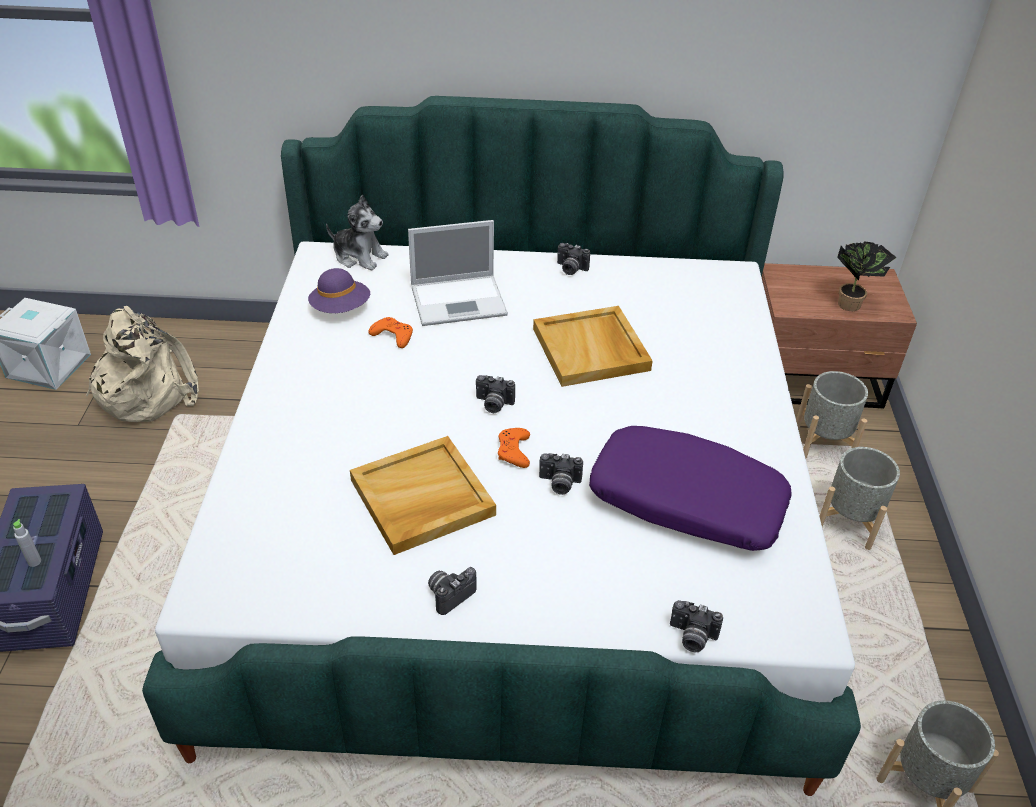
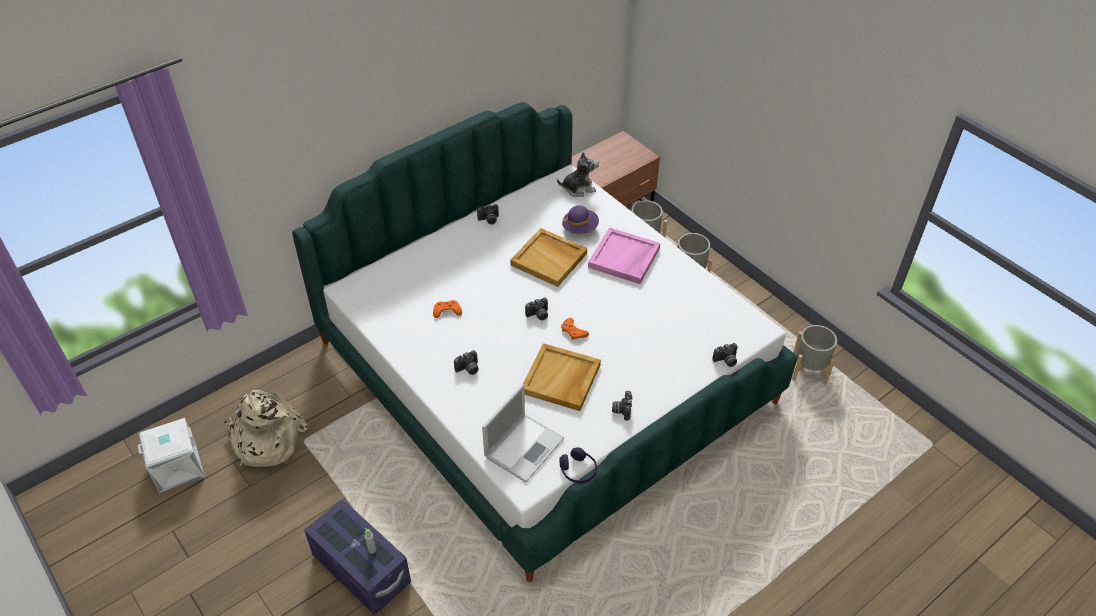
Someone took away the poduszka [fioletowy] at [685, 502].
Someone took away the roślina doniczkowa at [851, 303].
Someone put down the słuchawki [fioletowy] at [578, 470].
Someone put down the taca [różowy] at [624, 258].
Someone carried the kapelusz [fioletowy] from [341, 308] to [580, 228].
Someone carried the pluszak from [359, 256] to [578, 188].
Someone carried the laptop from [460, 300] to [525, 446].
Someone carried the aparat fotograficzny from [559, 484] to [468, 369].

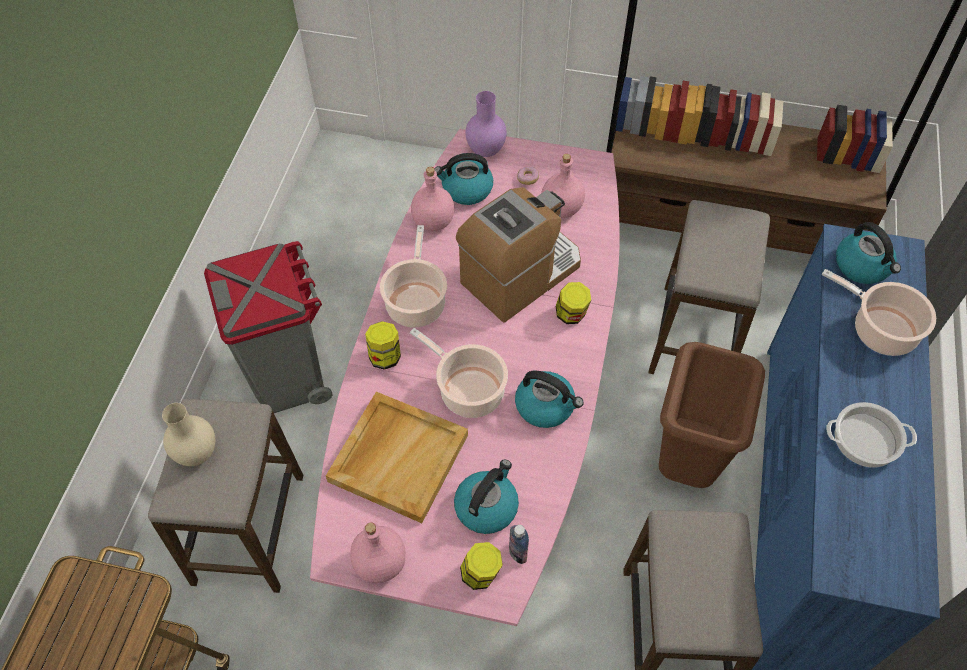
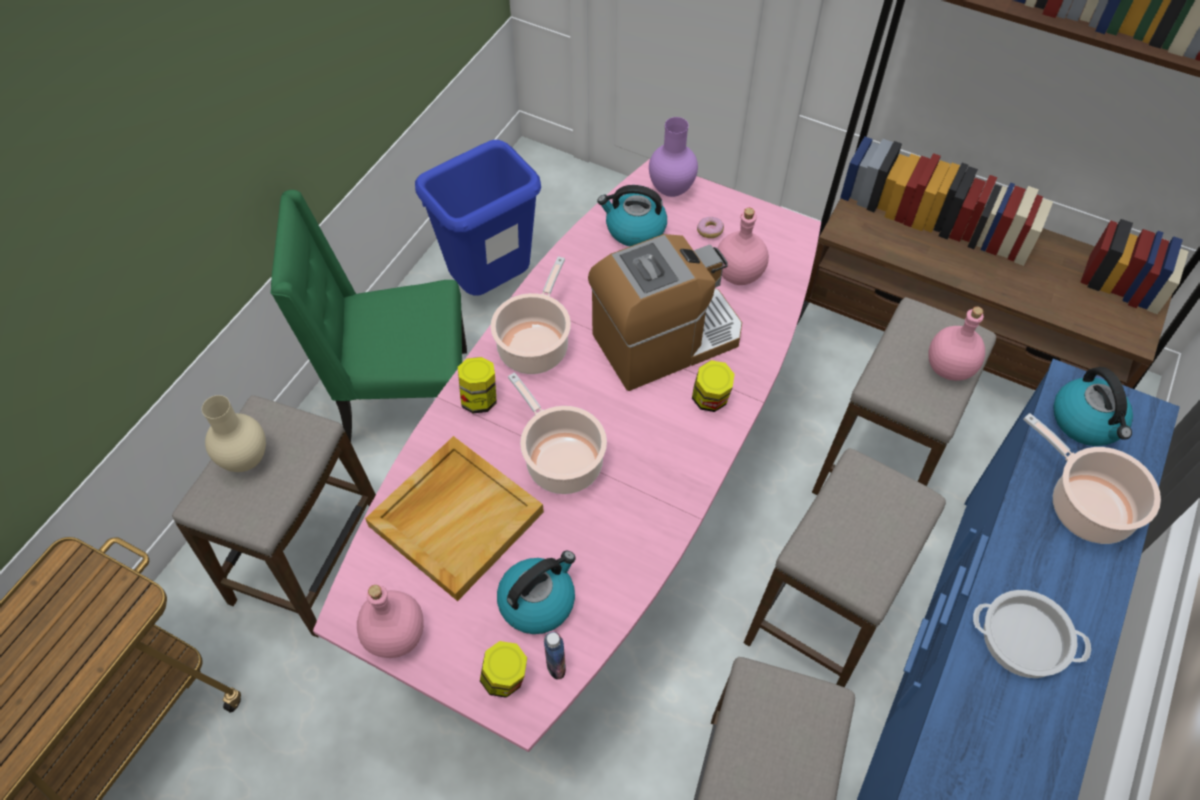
Someone took away the czajnik at [546, 406].
Someone put down the kosz na śmieci [niebieski] at [492, 285].
Someone carried the butelka [różowy] from [434, 222] to [950, 368].
Someone swapped the kosz na śmieci [szary] at [288, 375] for the krzesło [zielony] at [403, 399].
Someone swapped the kosz na śmieci [brązowy] at [685, 465] for the stołek at [824, 612].

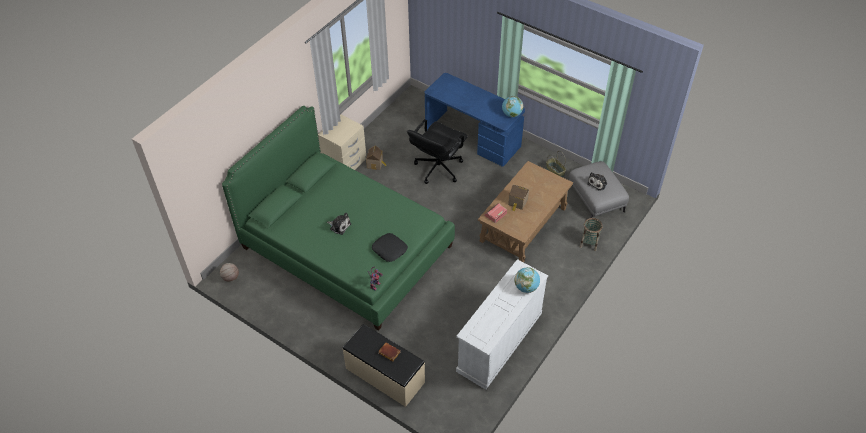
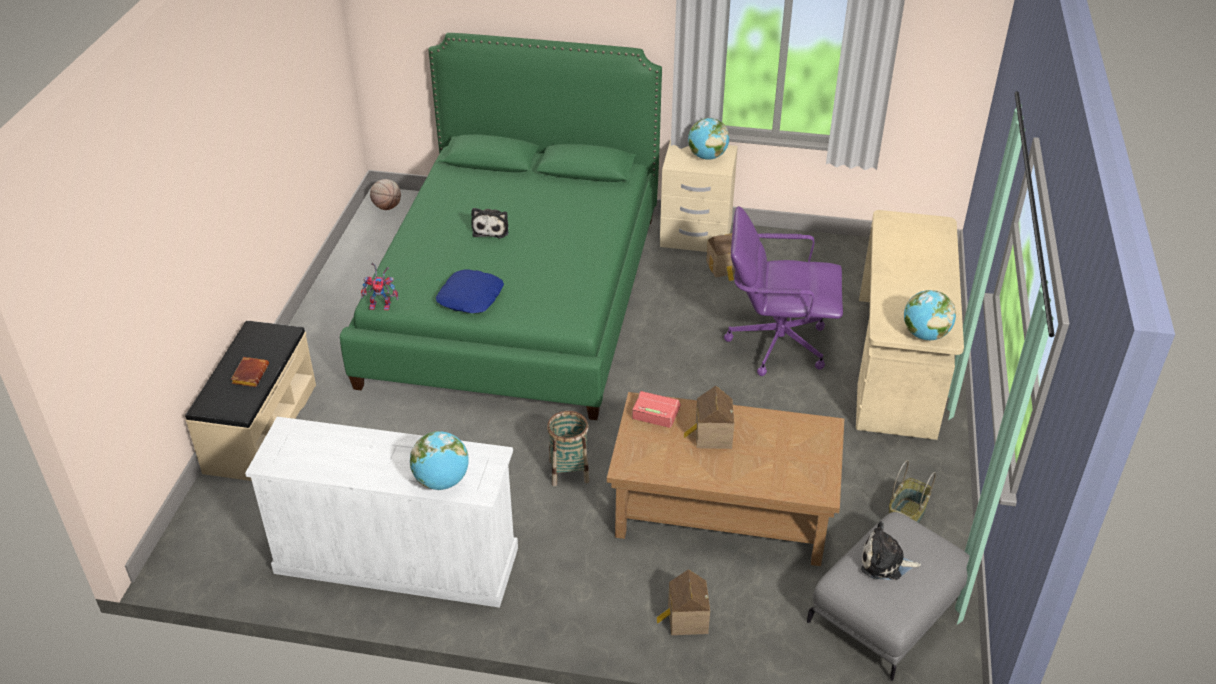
Someone put down the domek at [685, 620].
Someone put down the globus at [707, 156].
Someone carried the koszyk from [589, 243] to [568, 471].
Someone repainted the poduszka [czarny] at [390, 249], which became the poduszka [niebieski] at [471, 298].
Someone repainted the krzesło biurowe [czarny] at [437, 168], which became the krzesło biurowe [fioletowy] at [776, 343].
Someone repainted the biurko [niebieski] at [472, 137], which became the biurko [beżowy] at [898, 364].

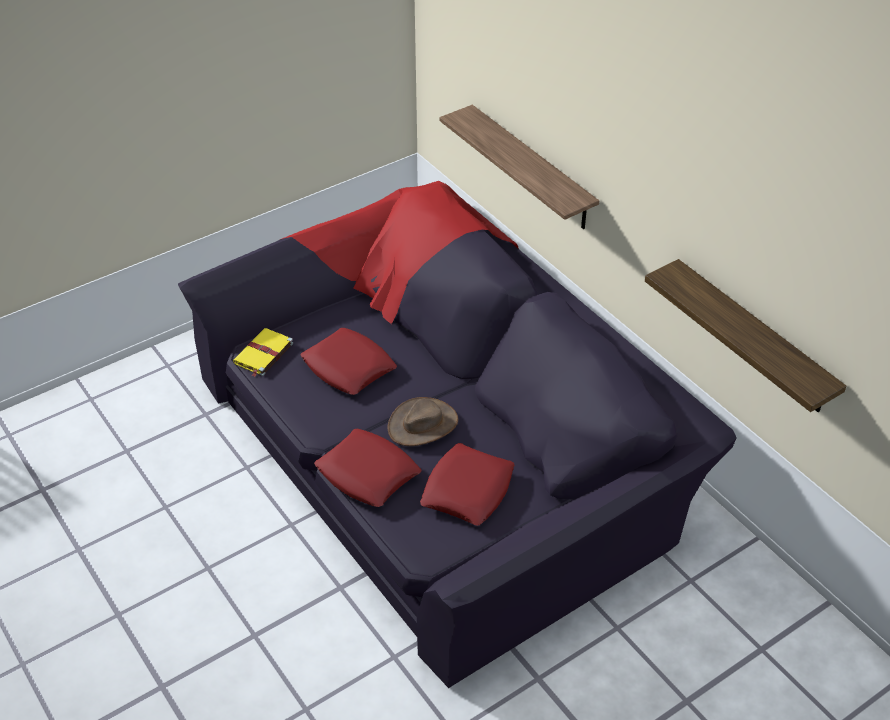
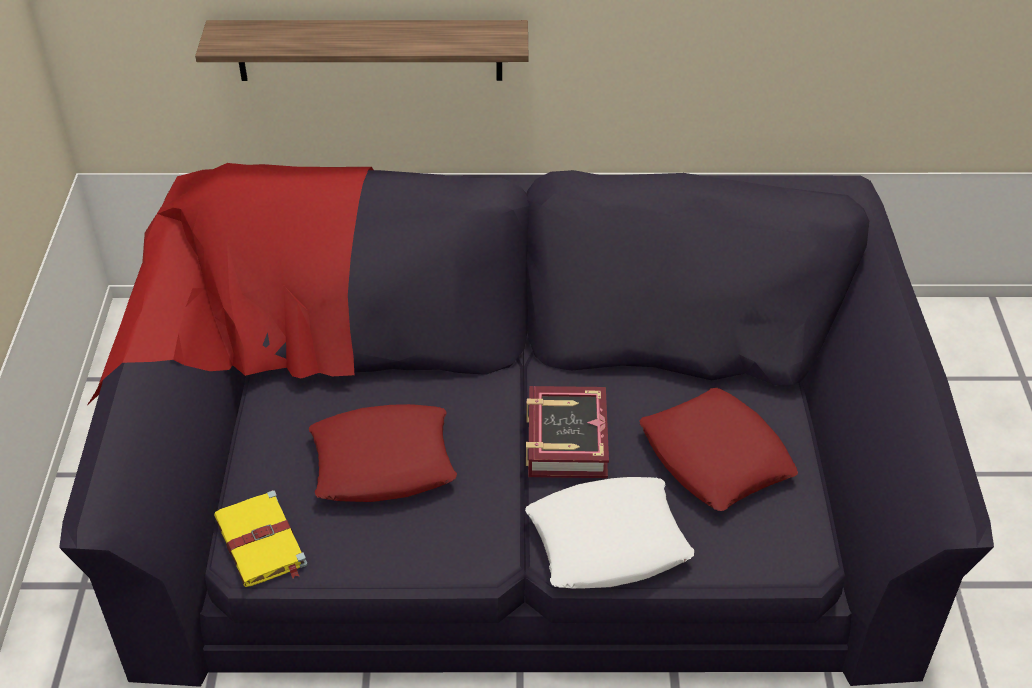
Someone took away the półka at [753, 337].
Someone swapped the kapelusz [brązowy] at [423, 424] for the książka at [565, 440].
Someone repainted the poduszka [czerwony] at [368, 474], which became the poduszka [biały] at [608, 541].

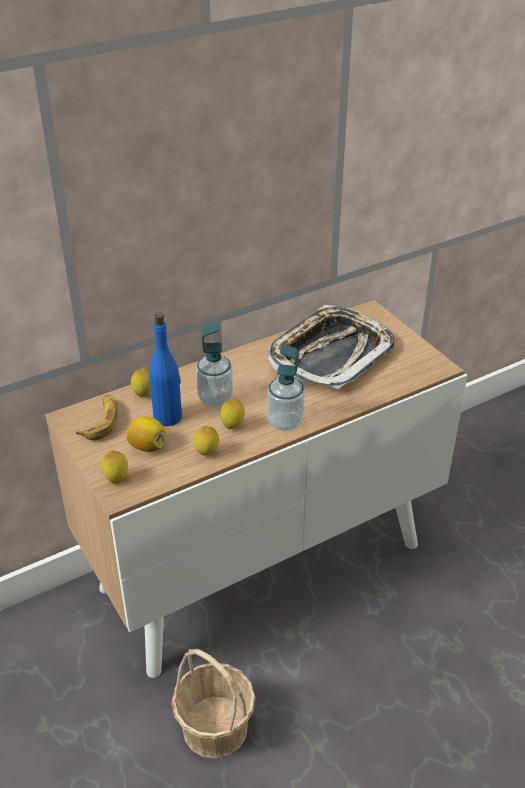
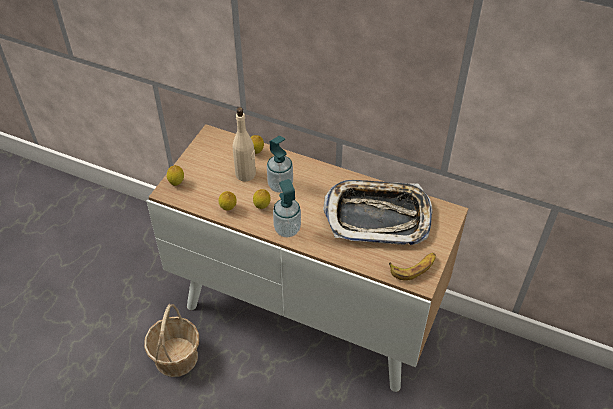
Someone took away the cytryna at [147, 446].
Someone carried the banan from [101, 421] to [413, 267].
Someone repainted the butelka [niebieski] at [168, 417], which became the butelka [beżowy] at [246, 174].

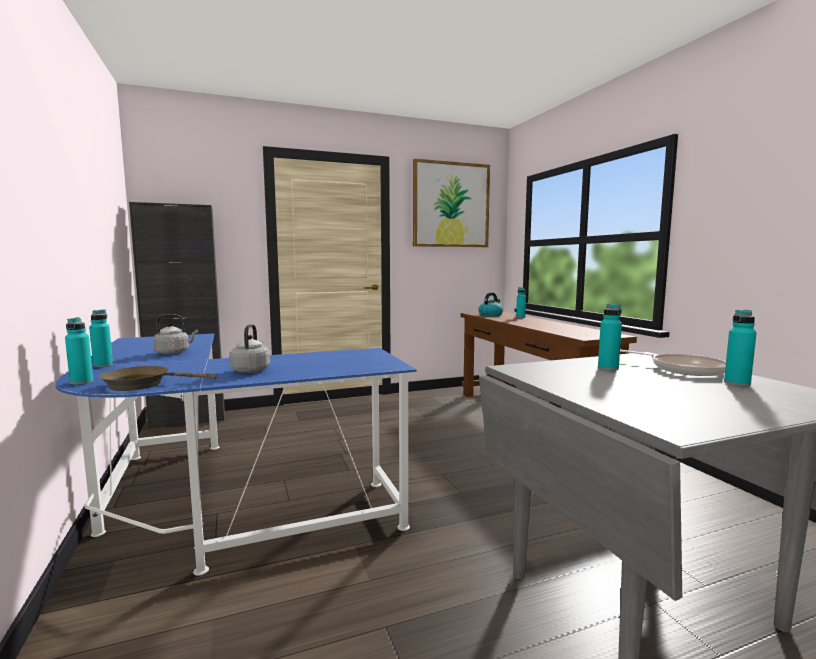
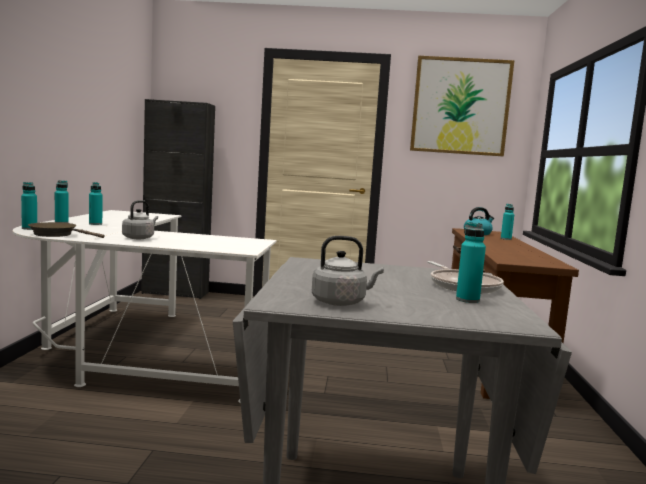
Someone carried the czajnik [szary] from [174, 352] to [341, 302].
Someone carried the butelka [turkusowy] from [608, 368] to [95, 224].
Someone repainted the biurko [niebieski] at [219, 506], which became the biurko [biały] at [132, 353].

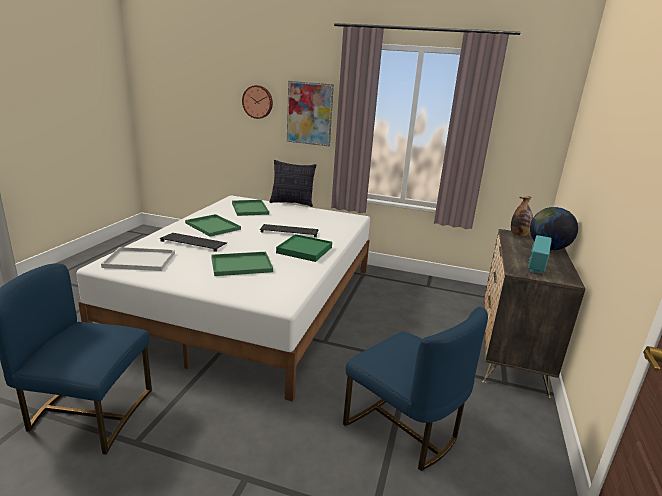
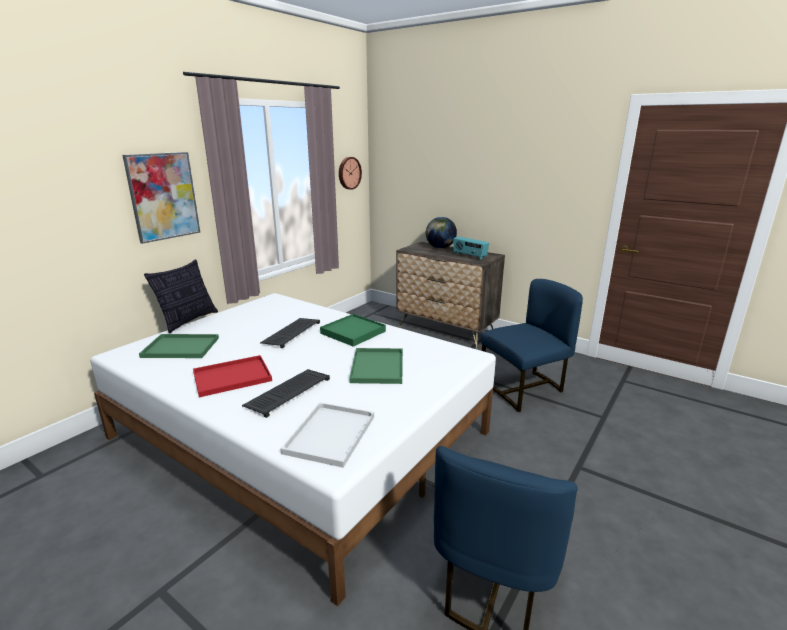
Someone took away the butelka at [519, 235].
Someone carried the zegar ścienny from [258, 102] to [348, 173].
Someone repainted the taca [zielony] at [211, 226], which became the taca [czerwony] at [230, 377].

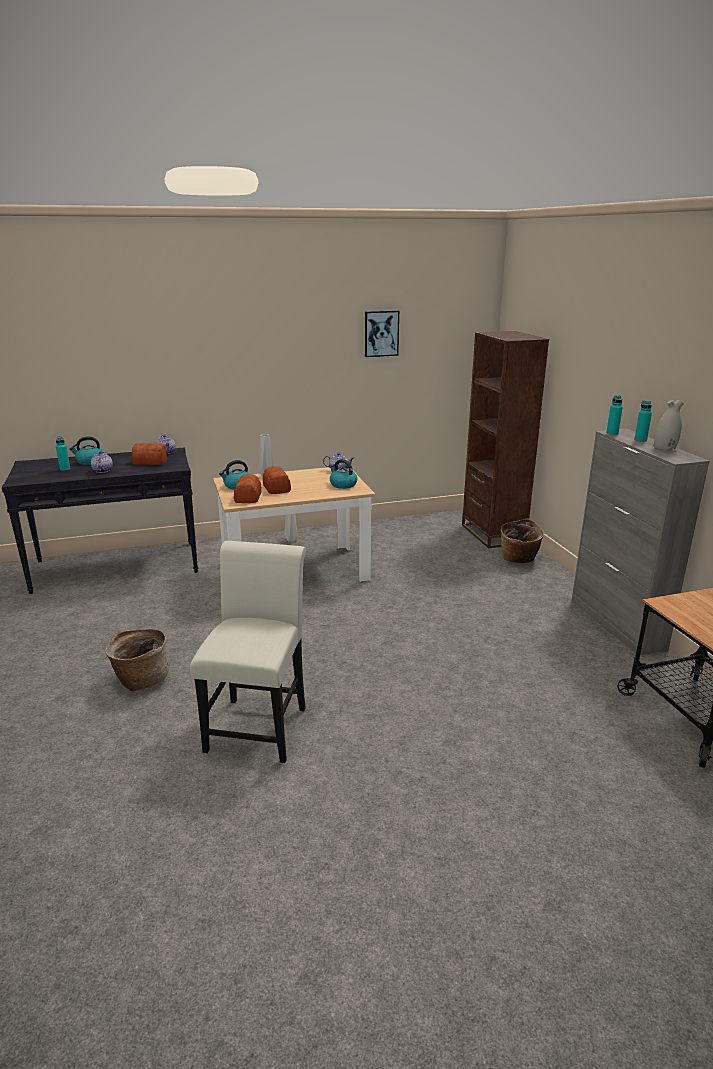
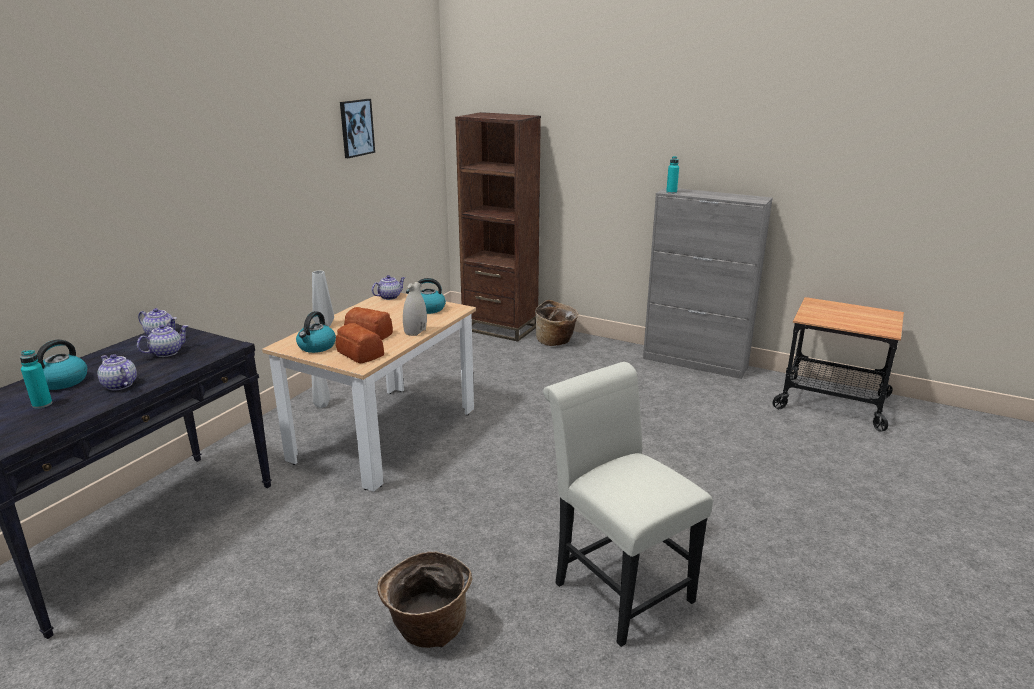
Someone took away the butelka [turkusowy] at [640, 440].
Someone carried the wazon [biały] from [664, 448] to [415, 332].
Someone swapped the chleb at [149, 462] for the imbryk at [167, 352].

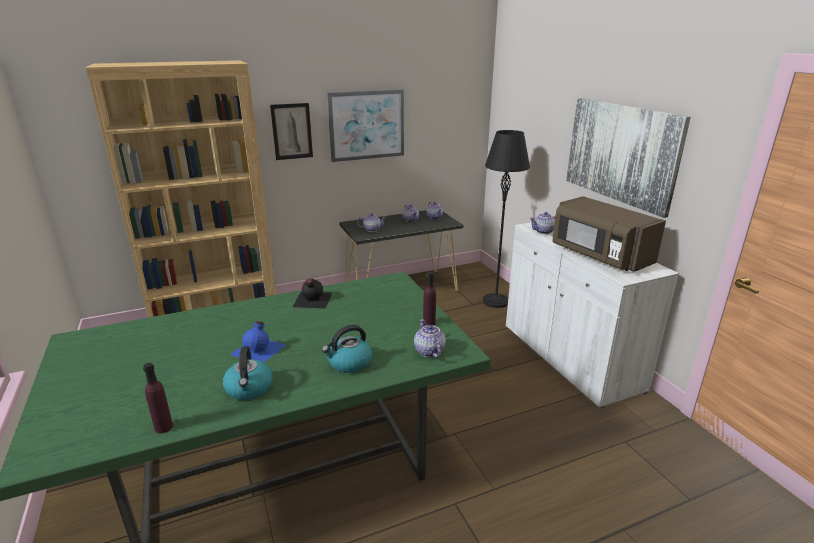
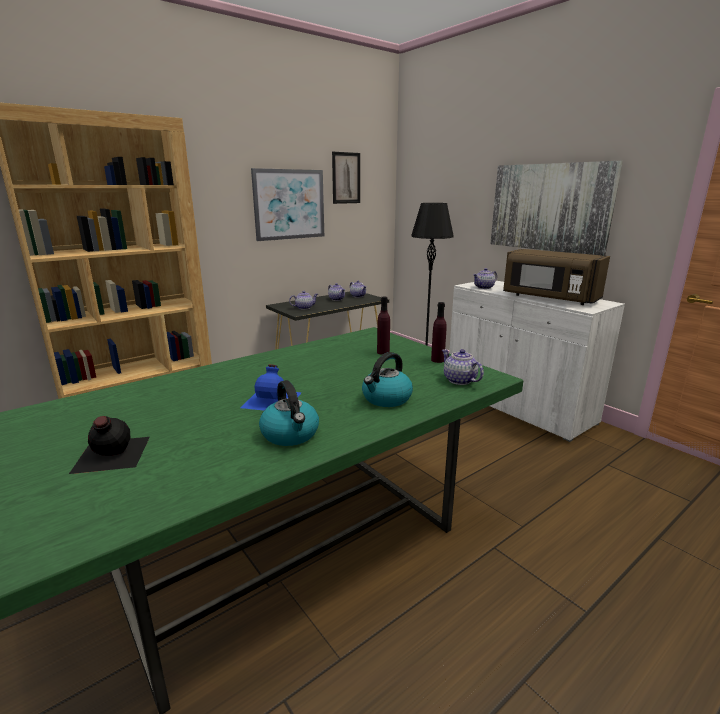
Someone carried the butelka [fioletowy] from [164, 427] to [383, 352].
Someone carried the obraz from [292, 131] to [346, 178].
Someone carried the butelka [czarny] from [312, 300] to [110, 454].

